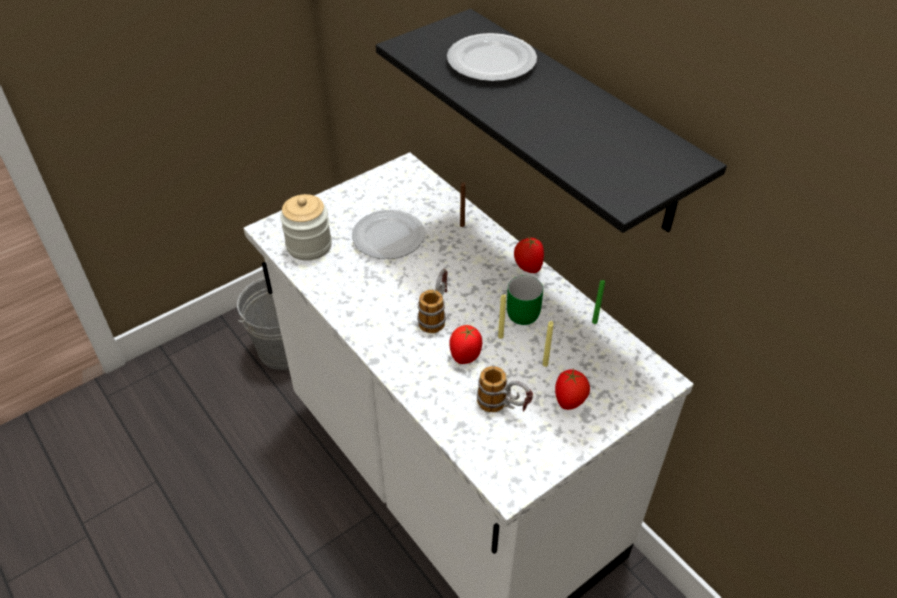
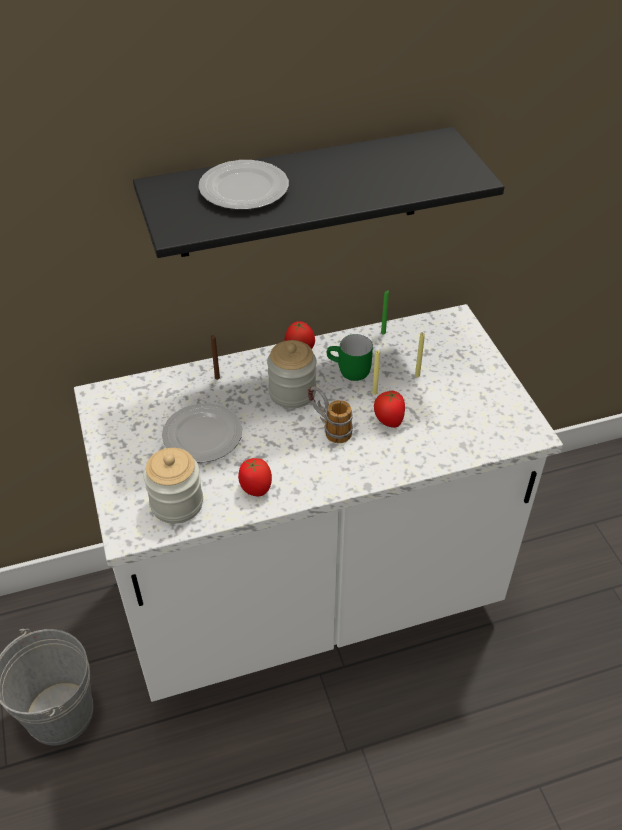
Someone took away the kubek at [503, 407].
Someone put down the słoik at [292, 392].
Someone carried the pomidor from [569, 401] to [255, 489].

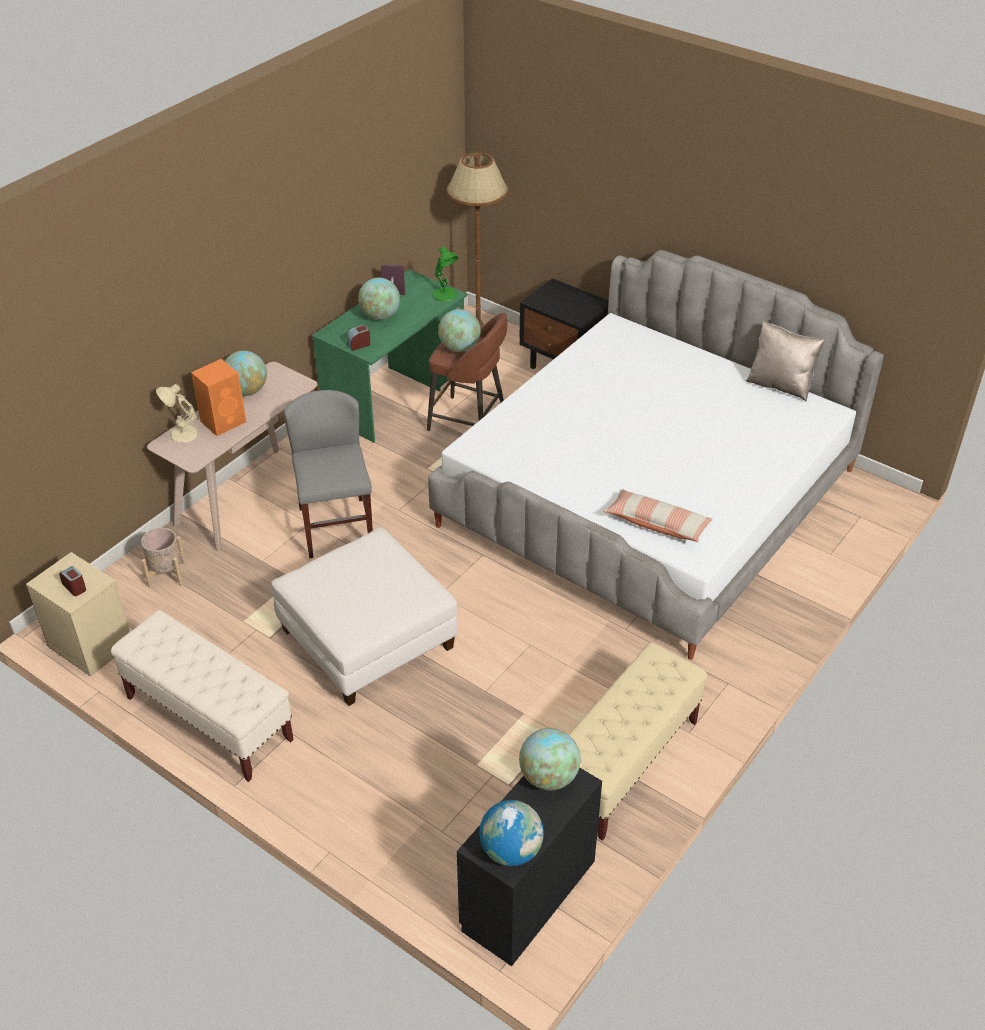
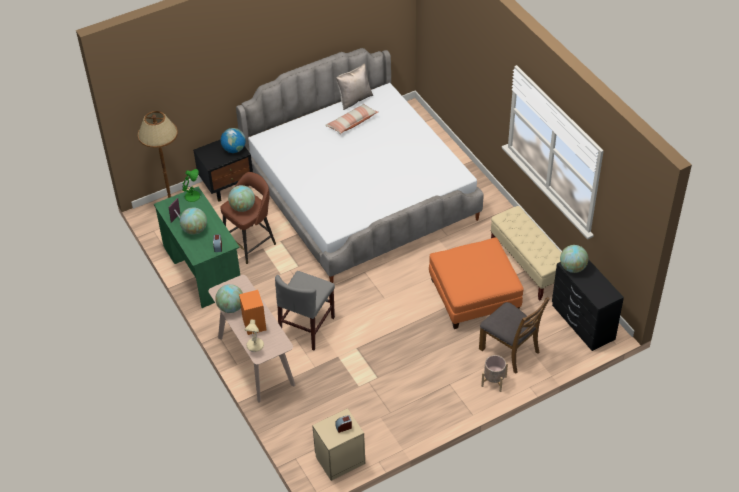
Someone took away the ławka [beżowy] at [209, 719].
Someone took away the pufa [biały] at [367, 638].
Someone put down the pufa [pomarańczowy] at [474, 296].
Someone put down the krzesło [brązowy] at [510, 350].
Someone carried the donica [beżowy] from [167, 574] to [493, 381].
Someone carried the globus from [511, 850] to [234, 149].
Someone carried the poduszka from [657, 524] to [352, 123].
Someone rotated the krzesło [szary] at [336, 528] by 75 degrees counterclockwise.

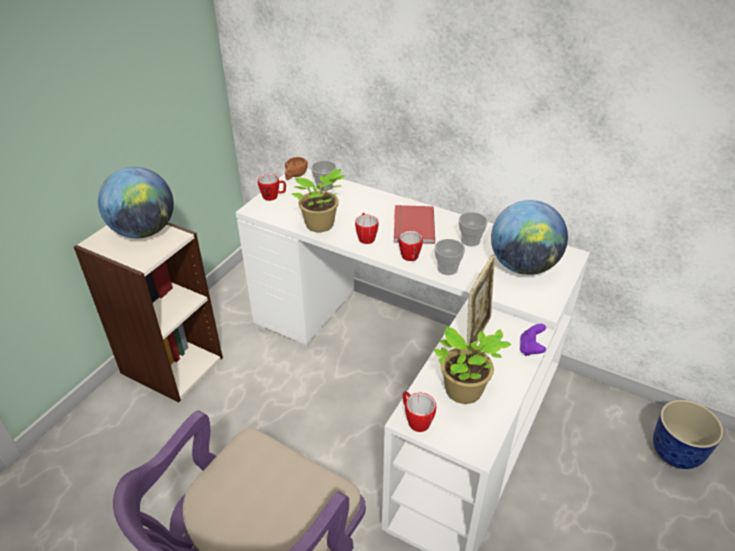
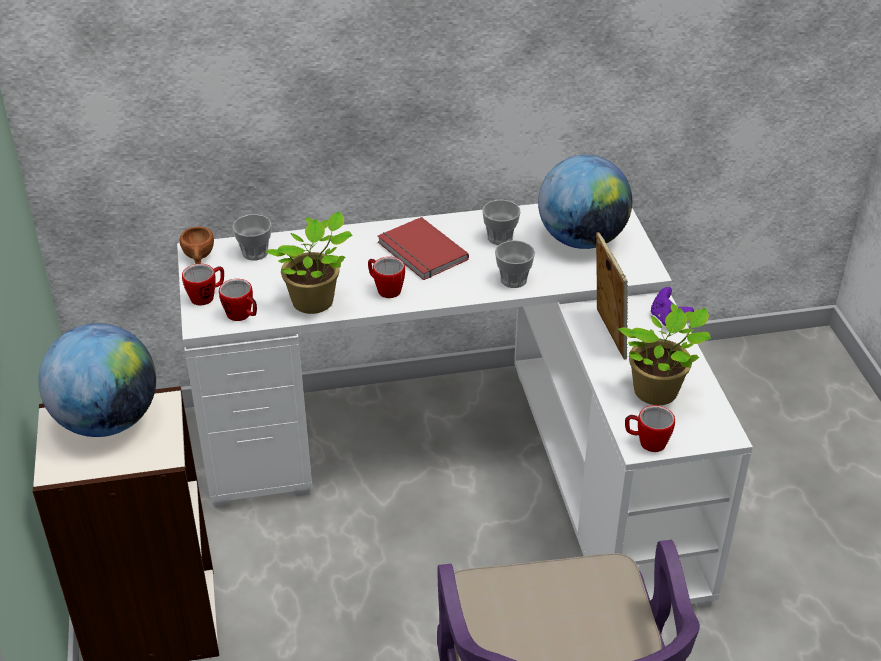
Someone took away the donica at [675, 454].
Someone carried the kubek from [410, 258] to [242, 316].

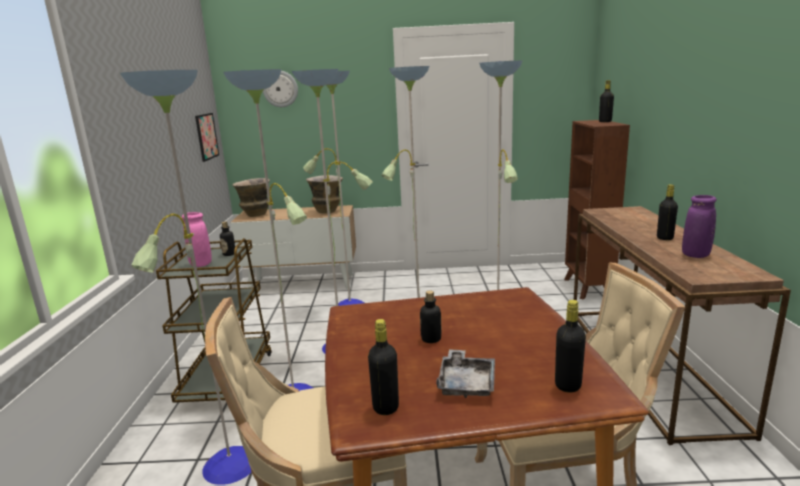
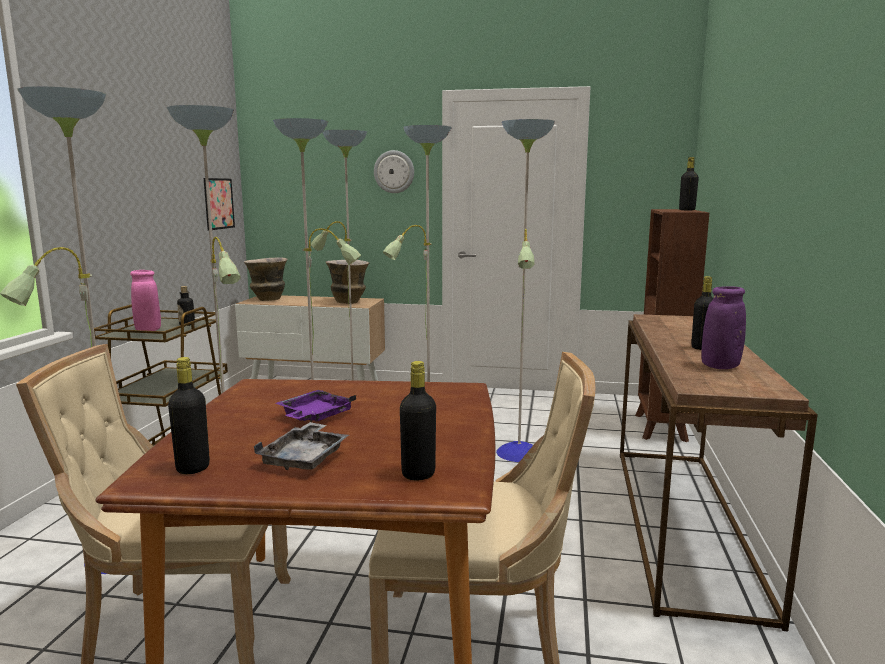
Someone carried the zegar ścienny from [280, 89] to [394, 172].
Someone swapped the butelka at [431, 339] for the taca [fioletowy] at [314, 416].

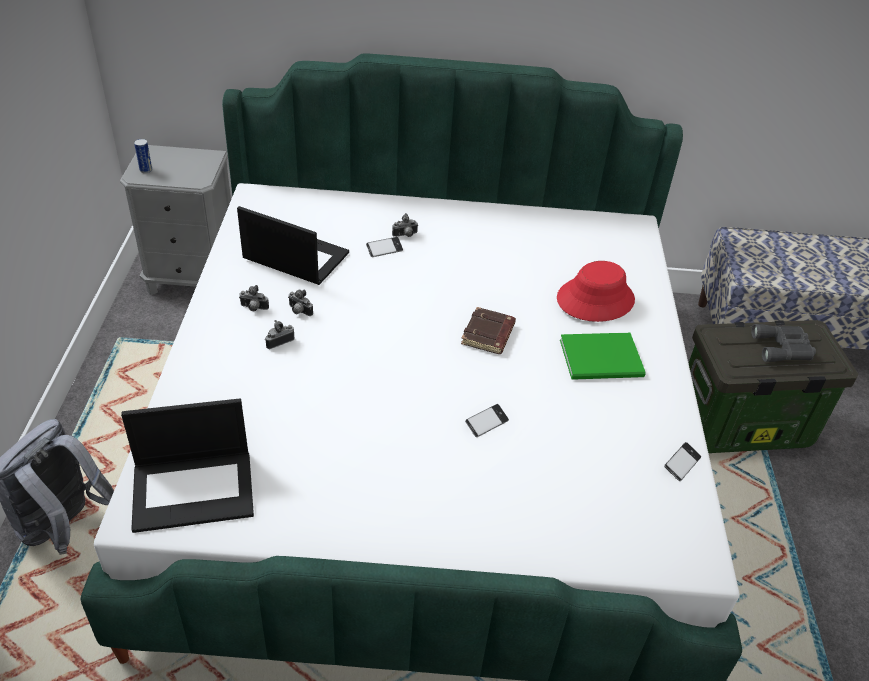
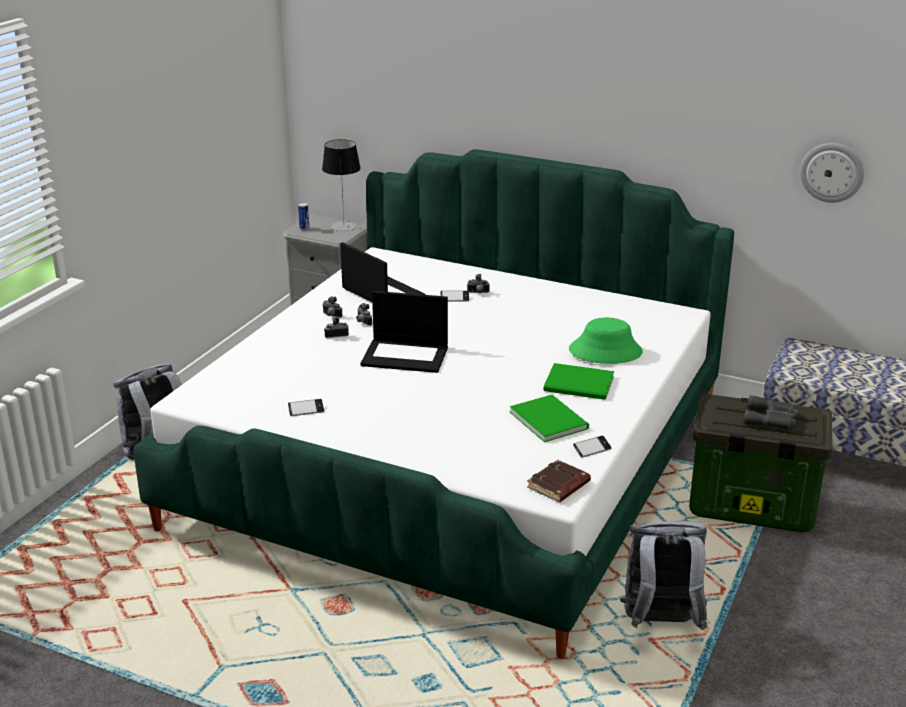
Someone put down the lampa stołowa at [344, 226].
Someone put down the książka [zielony] at [549, 419].
Someone put down the plecak [szary] at [660, 623].
Someone put up the zegar ścienny at [832, 172].
Someone carried the laptop from [195, 489] to [406, 356].
Someone carried the książka [brązowy] from [488, 335] to [559, 486].
Someone carried the telefon from [486, 423] to [306, 410].
Someone repainted the kapelusz [czerwony] at [595, 299], which became the kapelusz [zielony] at [605, 351].

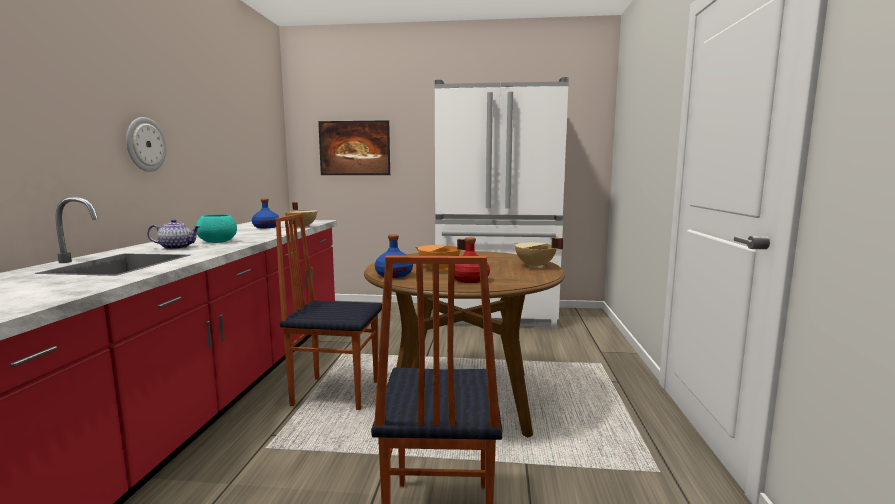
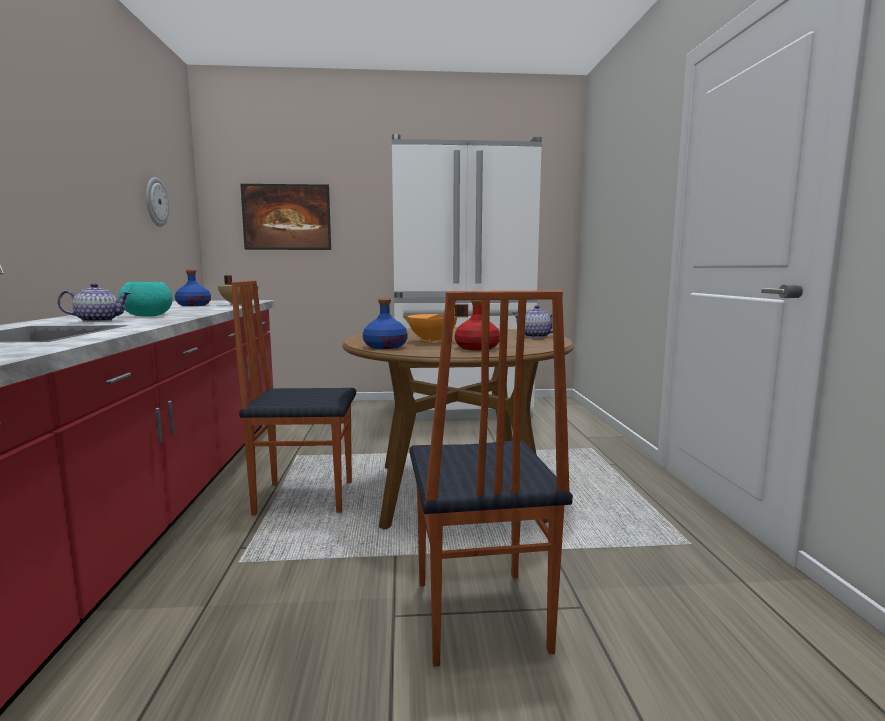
Someone carried the zegar ścienny from [145, 144] to [156, 202].
Someone swapped the garnek [beżowy] at [534, 266] for the imbryk at [535, 336].

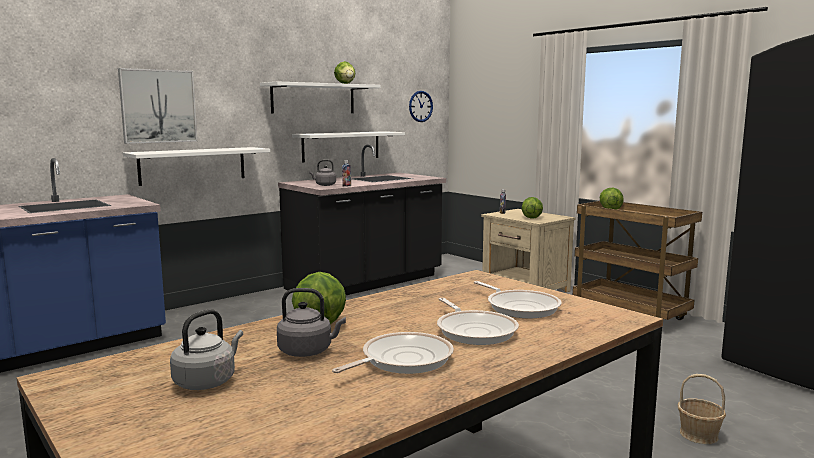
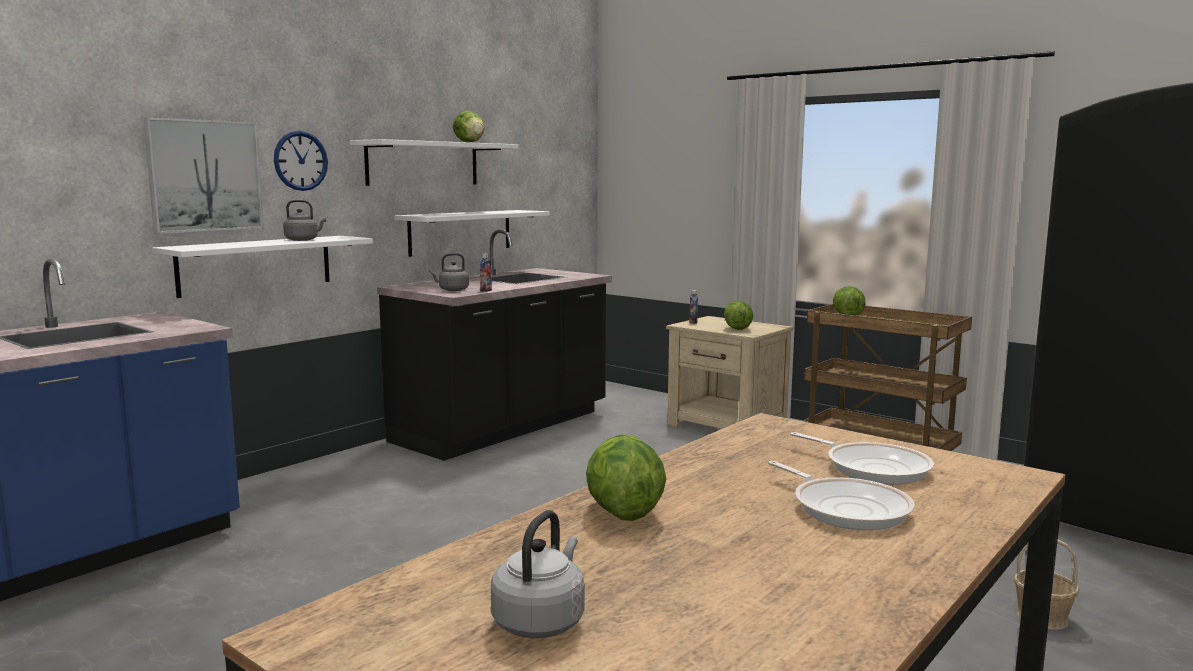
Someone took away the patelnia at [402, 360].
Someone carried the czajnik [szary] from [308, 351] to [303, 240].
Someone carried the zegar ścienny from [420, 106] to [300, 161].

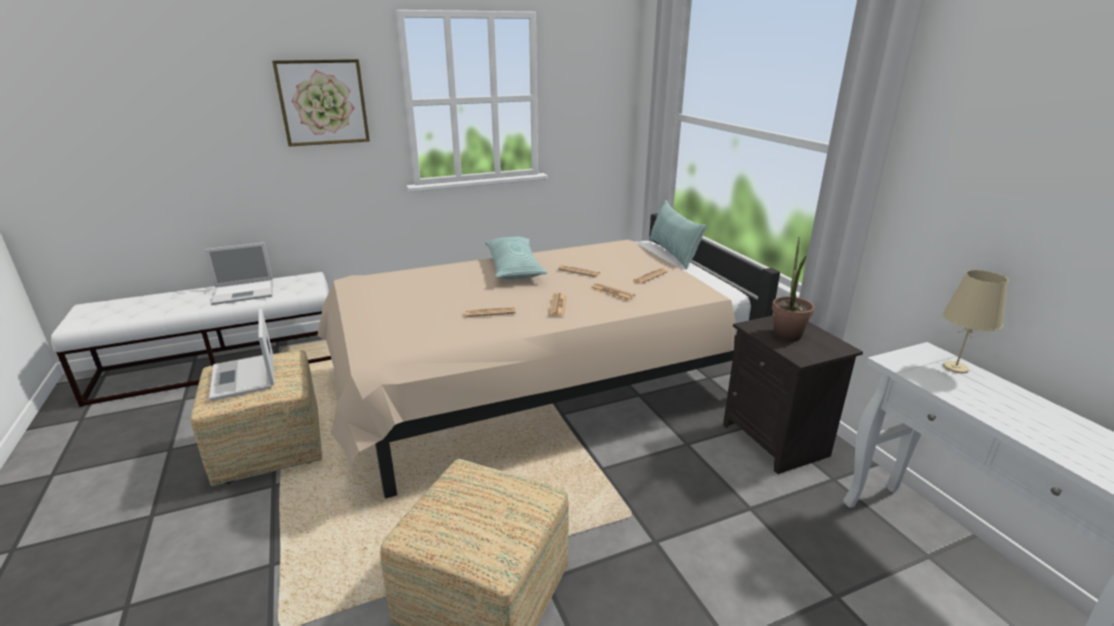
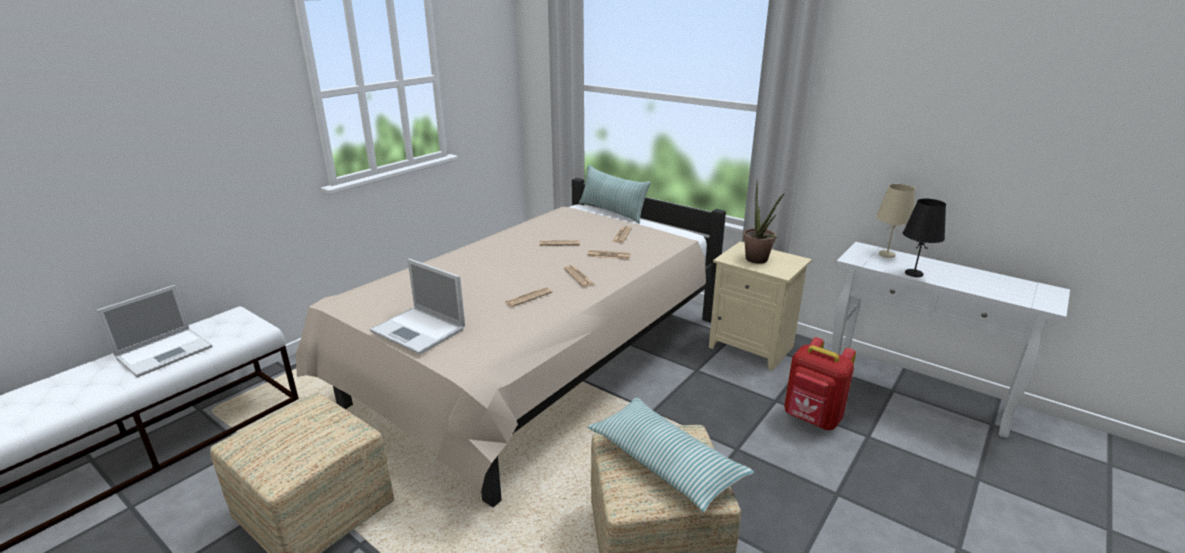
Someone took away the obraz at [323, 102].
Someone put down the plecak [czerwony] at [812, 419].
Someone put down the lampa stołowa [czarny] at [913, 273].
Someone carried the laptop from [244, 377] to [419, 330].
Someone carried the poduszka from [514, 268] to [665, 462].
Someone repainted the szafka nocna [czarny] at [777, 440], which became the szafka nocna [beżowy] at [752, 347].

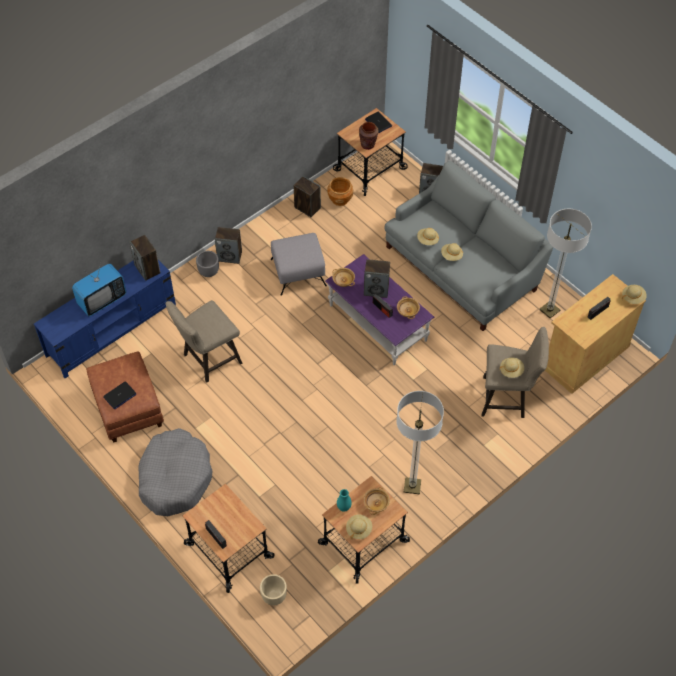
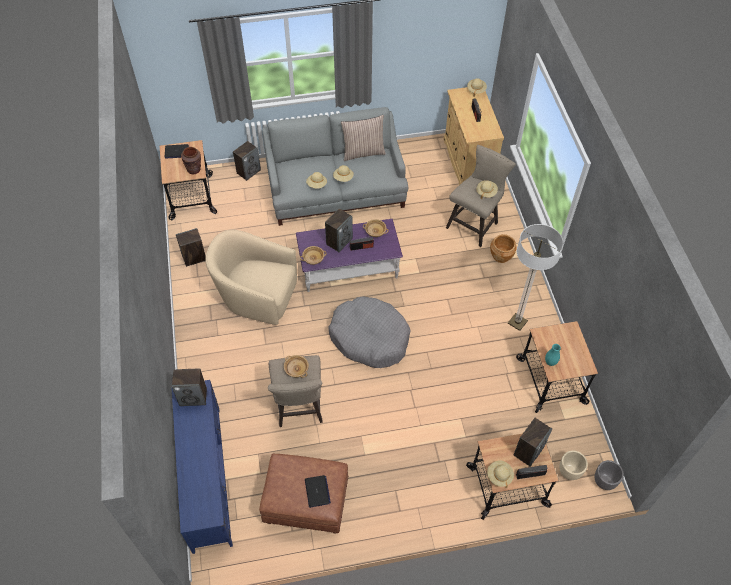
Someone took away the telewizor at [102, 300].
Someone took away the lampa stojąca at [549, 310].
Someone put down the poduszka at [363, 152].
Someone carried the legowisko [szary] from [175, 478] to [369, 338].
Someone carried the donica [szary] from [209, 272] to [604, 481].
Someone carried the głośnik from [230, 256] to [528, 450].
Someone carried the donica [brązowy] from [340, 199] to [501, 256].
Someone carried the kapelusz [beżowy] from [359, 529] to [499, 476].
Someone carried the miska [beżowy] from [376, 503] to [296, 369].
Someone swapped the pufa [szary] at [299, 272] for the fotel [beżowy] at [257, 296].

